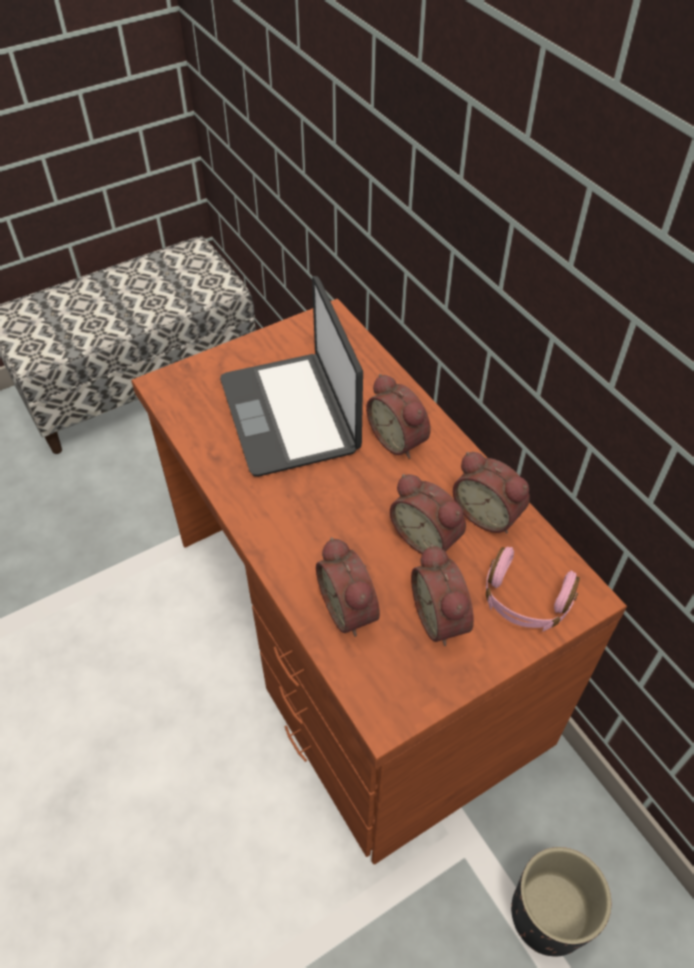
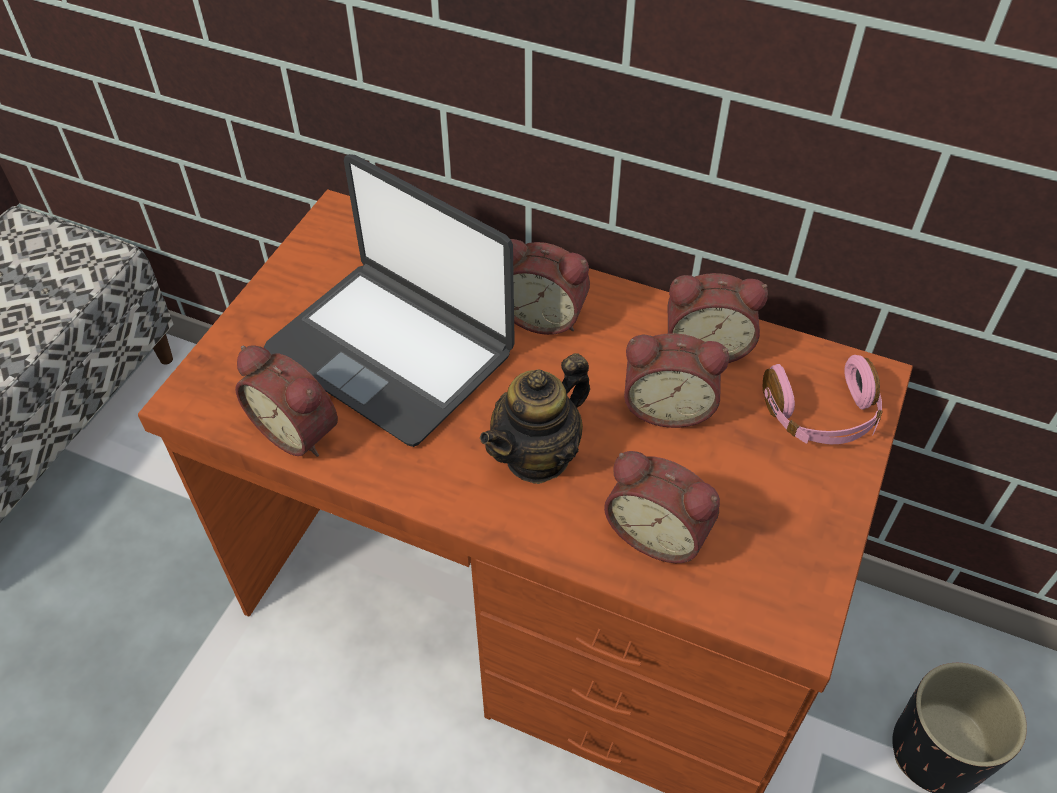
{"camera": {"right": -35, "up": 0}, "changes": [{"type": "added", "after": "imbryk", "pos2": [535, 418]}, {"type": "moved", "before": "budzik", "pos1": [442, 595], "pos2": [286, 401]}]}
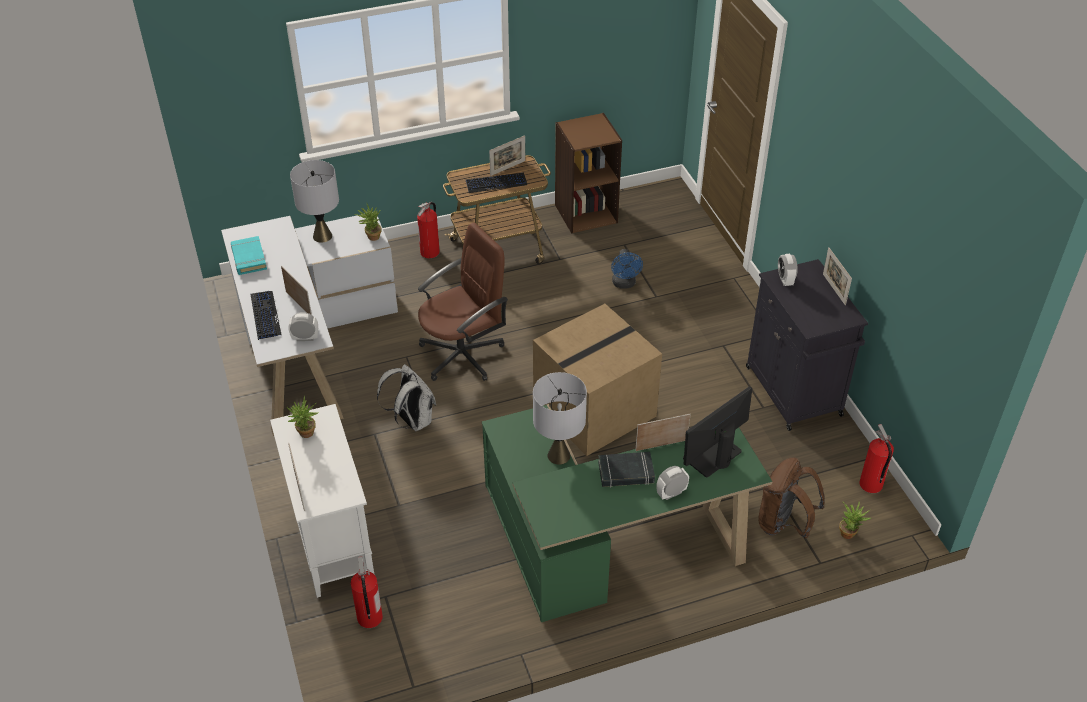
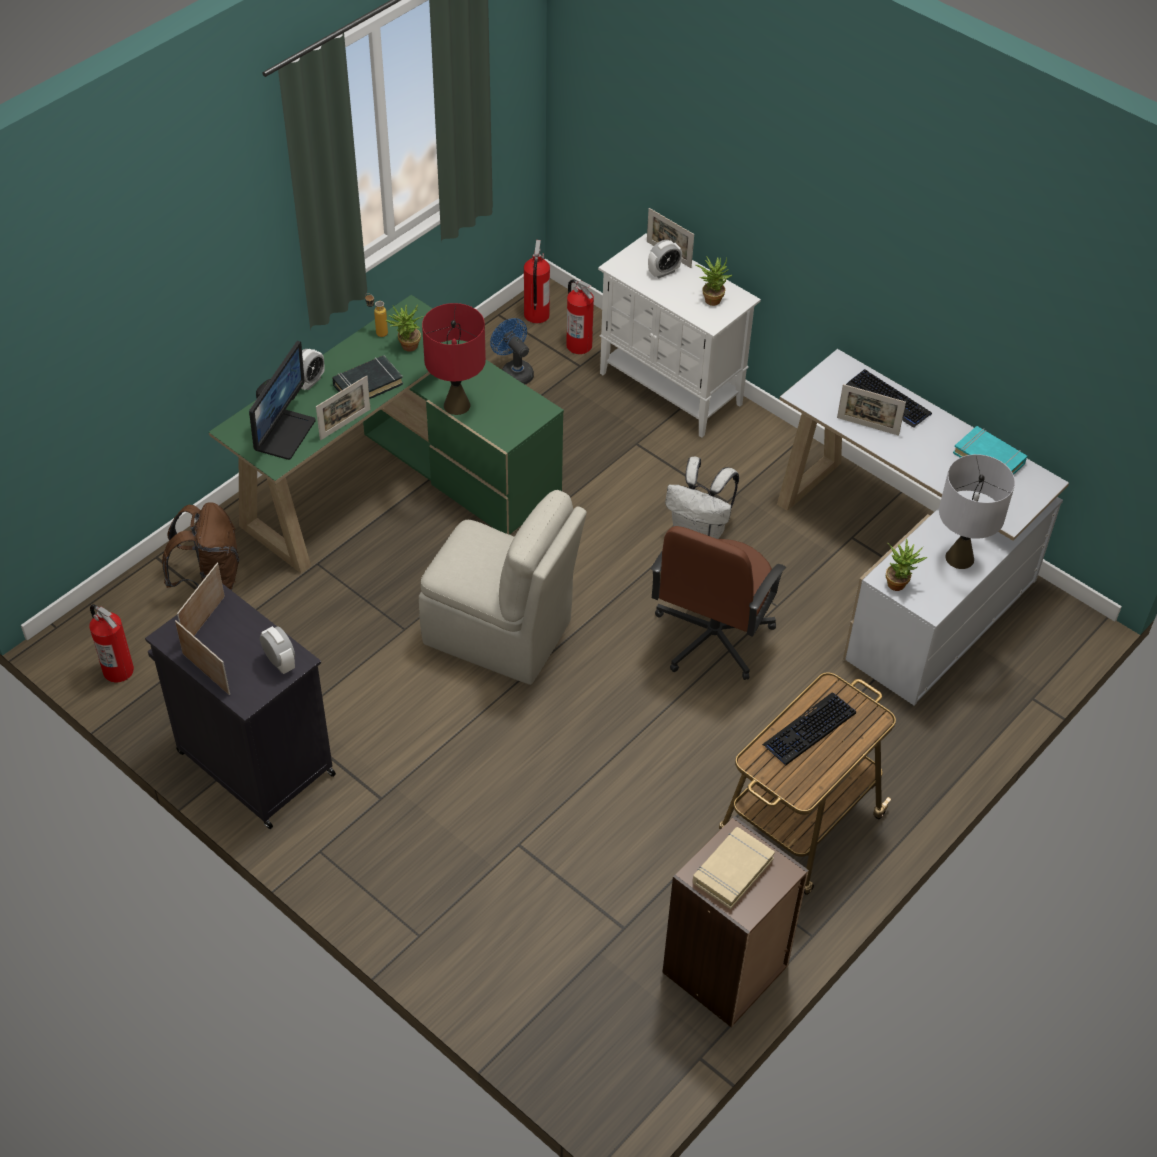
{"camera": {"right": 150, "up": 5}, "changes": [{"type": "added", "after": "butelka", "pos2": [376, 315]}, {"type": "added", "after": "książka [beżowy]", "pos2": [734, 868]}, {"type": "moved", "before": "budzik", "pos1": [303, 326], "pos2": [665, 259]}, {"type": "moved", "before": "gaśnica", "pos1": [428, 230], "pos2": [537, 281]}, {"type": "moved", "before": "ramka na zdjęcie", "pos1": [507, 155], "pos2": [201, 599]}, {"type": "moved", "before": "wentylator [niebieski]", "pos1": [627, 269], "pos2": [512, 351]}, {"type": "moved", "before": "roślina doniczkowa", "pos1": [855, 520], "pos2": [404, 328]}, {"type": "replaced", "before": "karton", "after": "krzesło [beżowy]", "pos1": [597, 380], "pos2": [503, 587]}, {"type": "recoloured", "before": "lampa stołowa [szary]", "after": "lampa stołowa [czerwony]", "pos1": [560, 418], "pos2": [454, 359]}]}
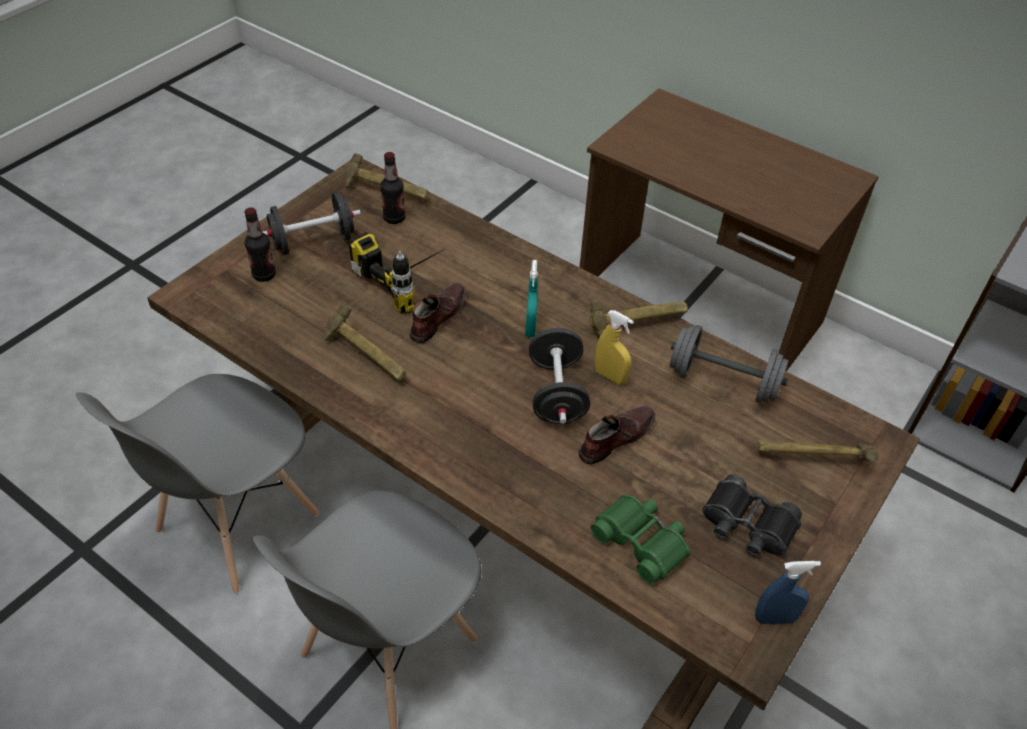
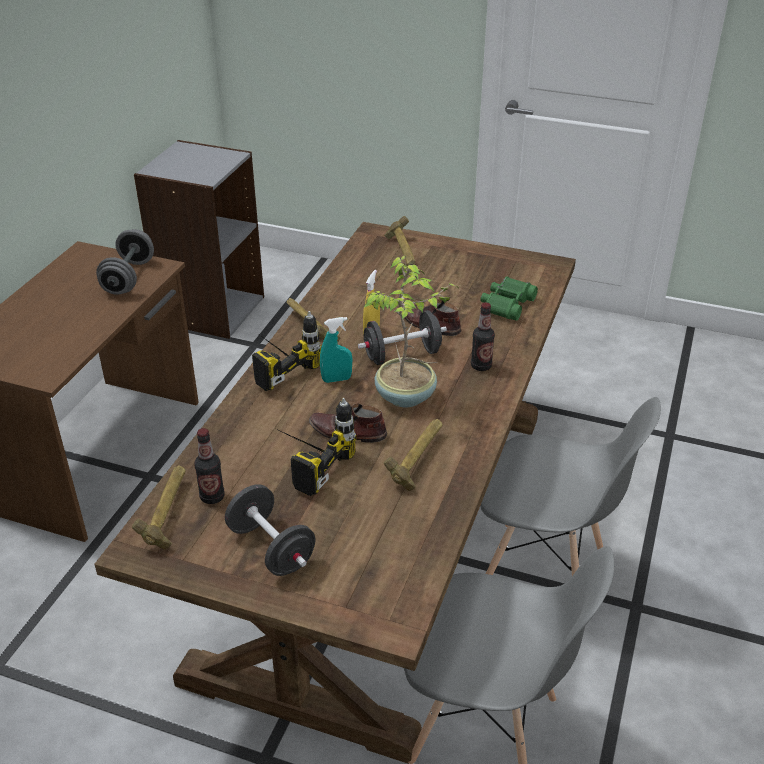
{"camera": {"right": -105, "up": -10}, "changes": [{"type": "removed", "before": "lornetka [czarny]", "pos1": [752, 515]}, {"type": "removed", "before": "spryskiwacz [niebieski]", "pos1": [788, 592]}, {"type": "added", "after": "wiertarka", "pos2": [286, 351]}, {"type": "added", "after": "roślina doniczkowa", "pos2": [410, 331]}, {"type": "moved", "before": "butelka", "pos1": [260, 244], "pos2": [483, 336]}, {"type": "moved", "before": "hantel [szary]", "pos1": [729, 364], "pos2": [125, 262]}]}
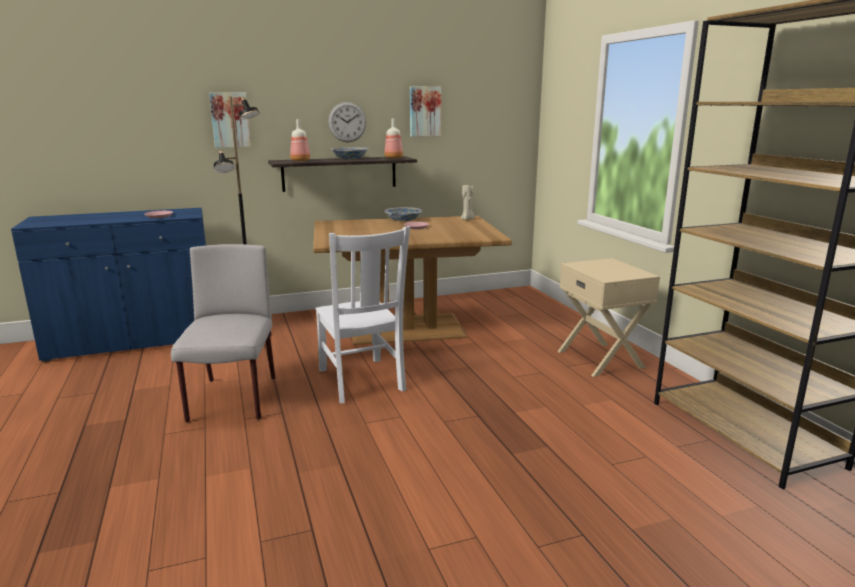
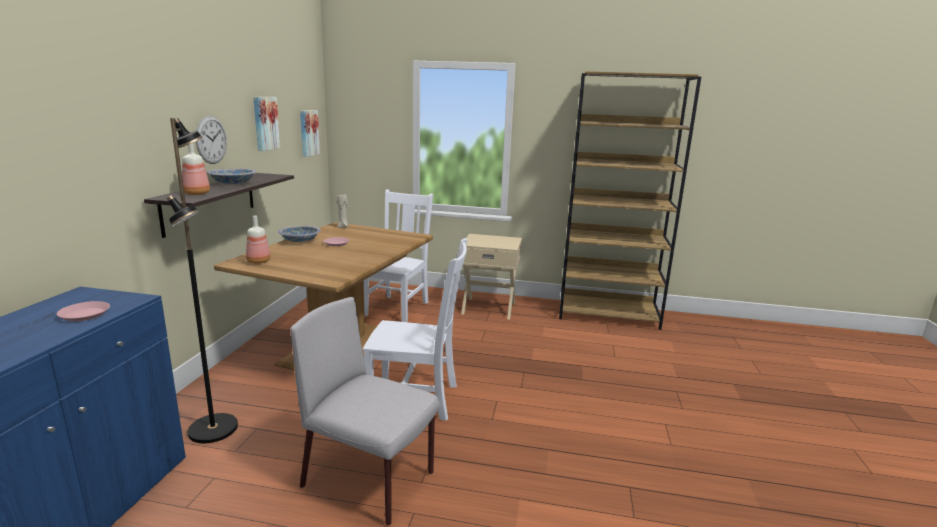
{"camera": {"right": -60, "up": 0}, "changes": [{"type": "added", "after": "krzesło [biały]", "pos2": [398, 255]}, {"type": "moved", "before": "obraz", "pos1": [230, 120], "pos2": [310, 133]}, {"type": "moved", "before": "butelka", "pos1": [393, 138], "pos2": [258, 239]}]}
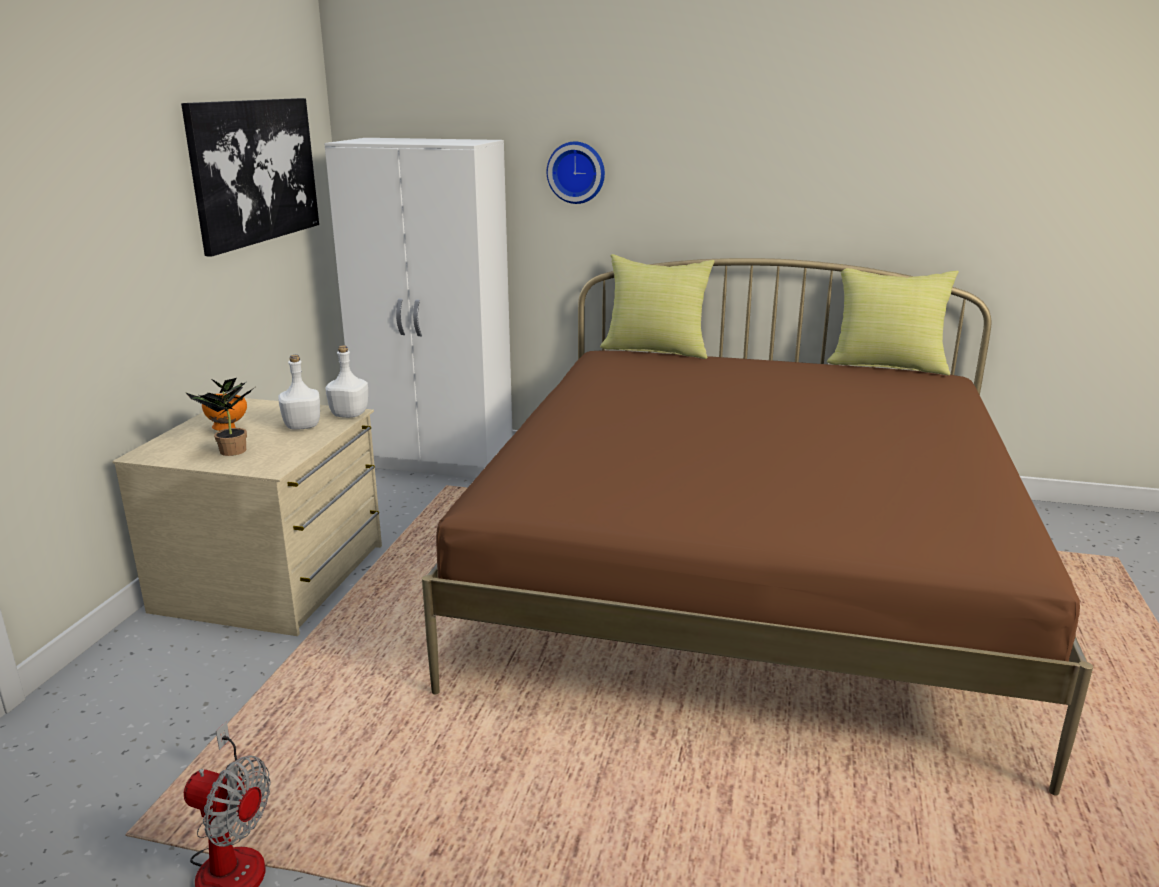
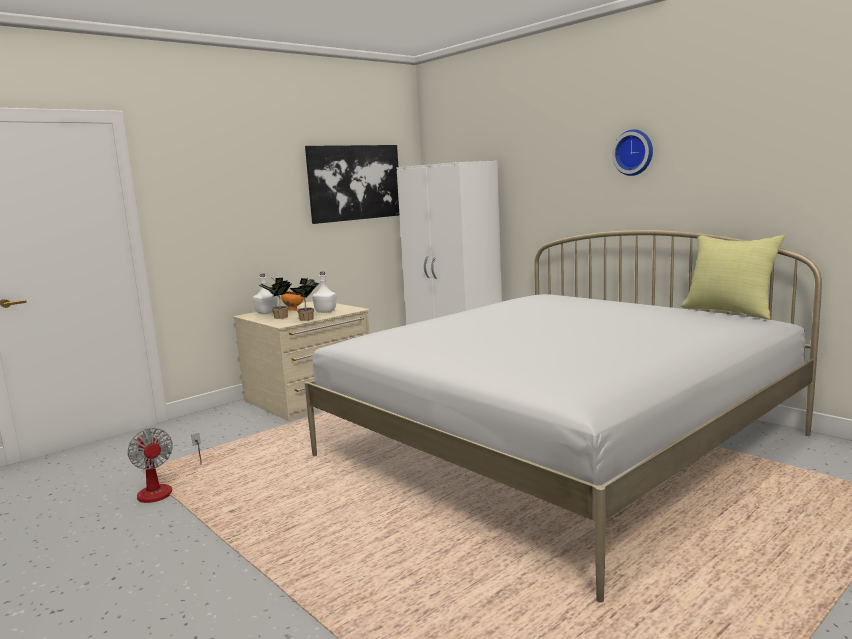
{"camera": {"right": 35, "up": -10}, "changes": [{"type": "removed", "before": "poduszka [żółty]", "pos1": [657, 306]}, {"type": "added", "after": "roślina doniczkowa", "pos2": [303, 299]}, {"type": "moved", "before": "butelka [biały]", "pos1": [347, 381], "pos2": [265, 294]}, {"type": "moved", "before": "zegar ścienny", "pos1": [576, 173], "pos2": [632, 152]}, {"type": "recoloured", "before": "łóżko [brązowy]", "after": "łóżko [biały]", "pos1": [757, 527], "pos2": [563, 416]}]}
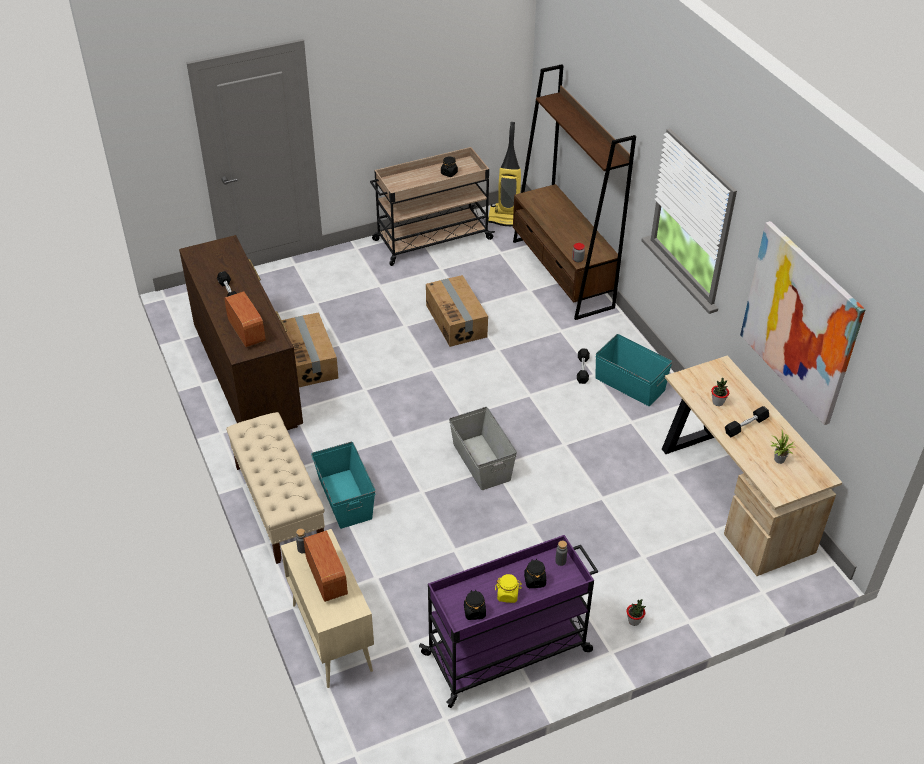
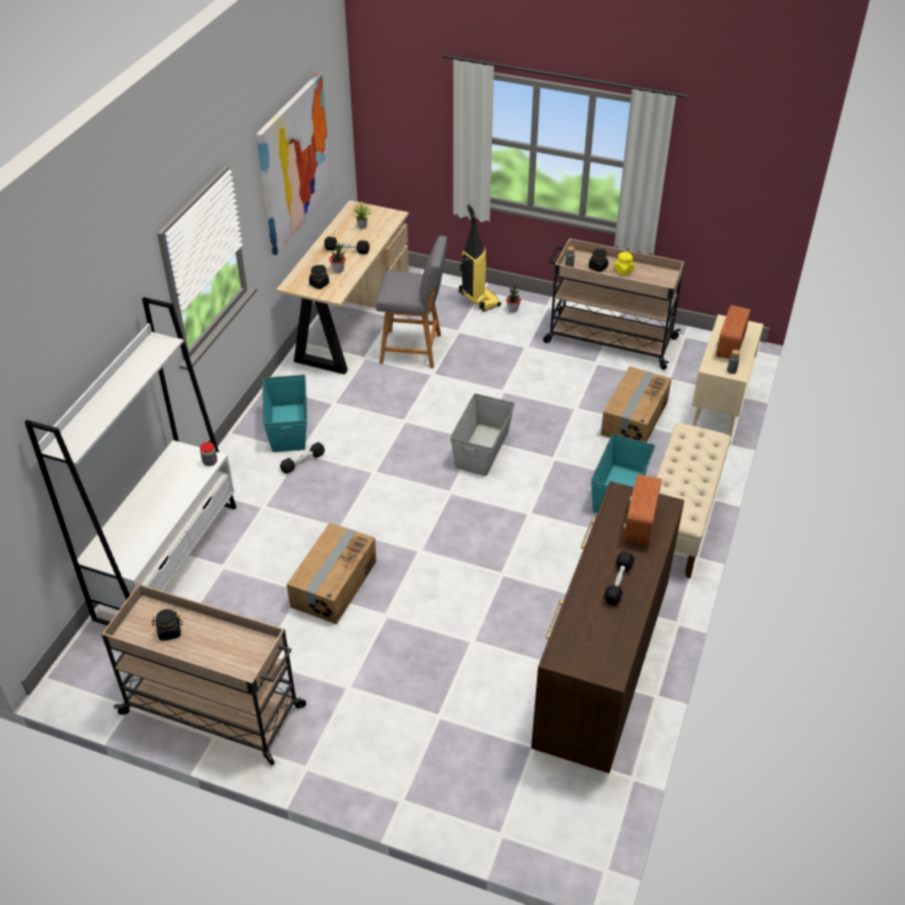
{"camera": {"right": -135, "up": 0}, "changes": [{"type": "added", "after": "stołek [szary]", "pos2": [411, 302]}, {"type": "moved", "before": "karton", "pos1": [310, 349], "pos2": [636, 404]}, {"type": "moved", "before": "słoik [czarny]", "pos1": [475, 605], "pos2": [319, 277]}, {"type": "moved", "before": "odkurzacz", "pos1": [504, 174], "pos2": [480, 258]}, {"type": "recoloured", "before": "wózek [fioletowy]", "after": "wózek [beżowy]", "pos1": [508, 621], "pos2": [614, 304]}, {"type": "recoloured", "before": "regał [brązowy]", "after": "regał [biały]", "pos1": [574, 192], "pos2": [130, 461]}]}
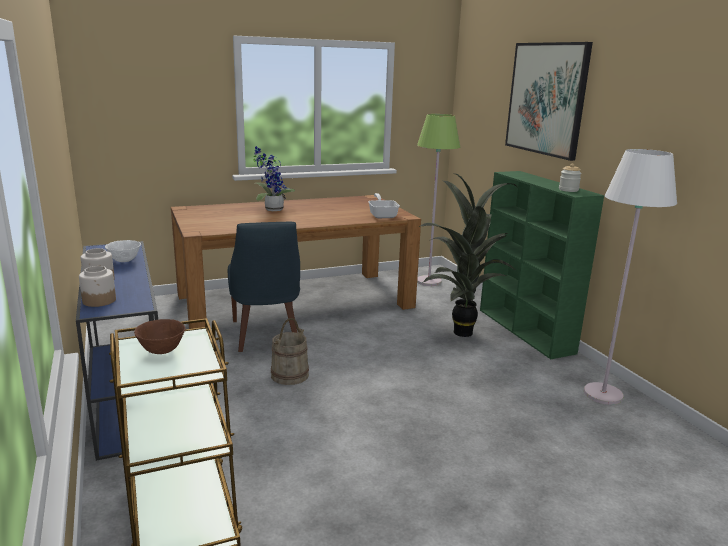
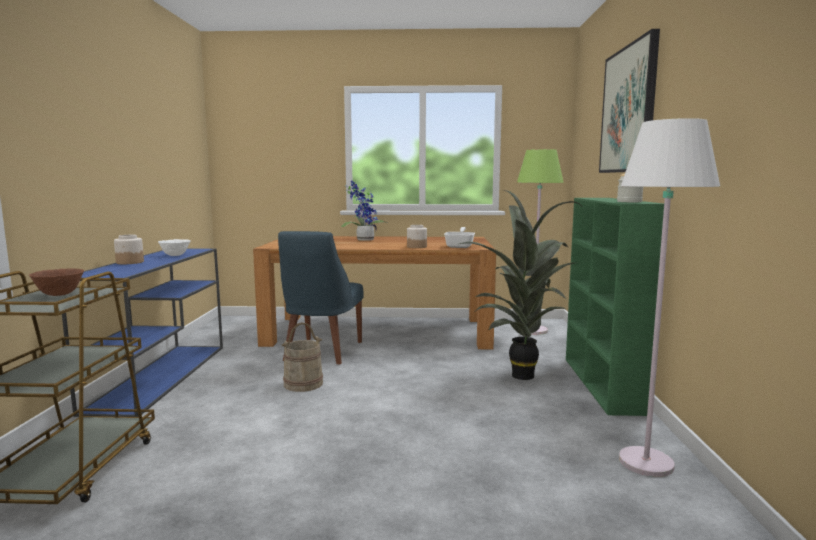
{"camera": {"right": 25, "up": -10}, "changes": [{"type": "moved", "before": "słoik", "pos1": [97, 286], "pos2": [417, 236]}]}
